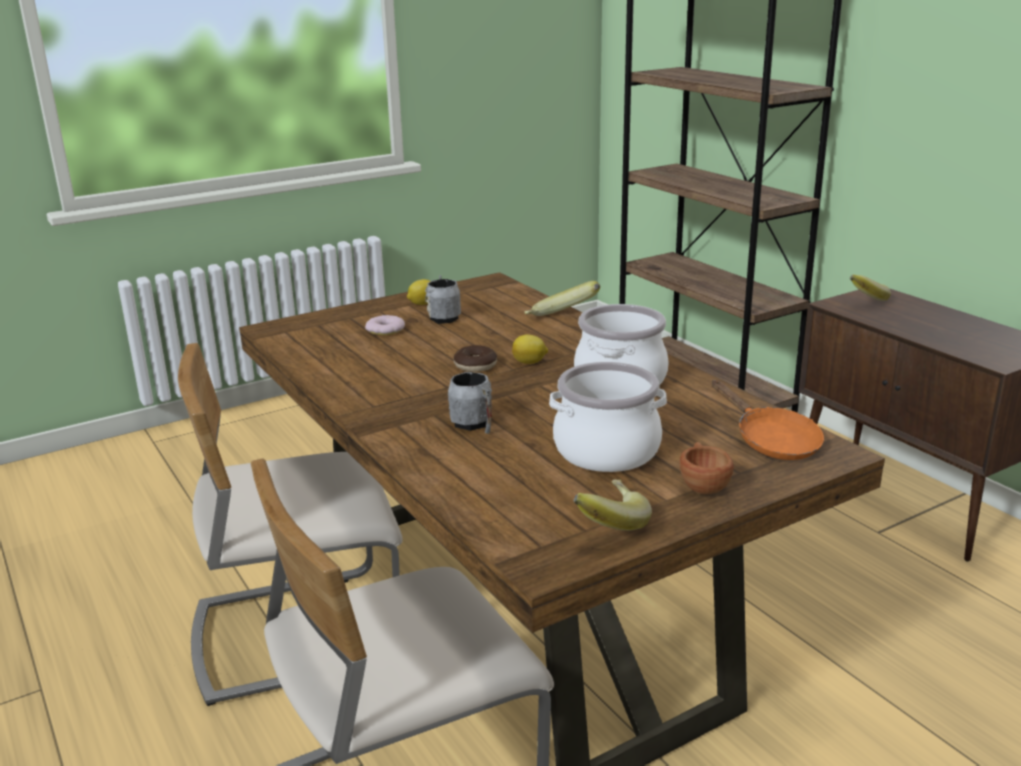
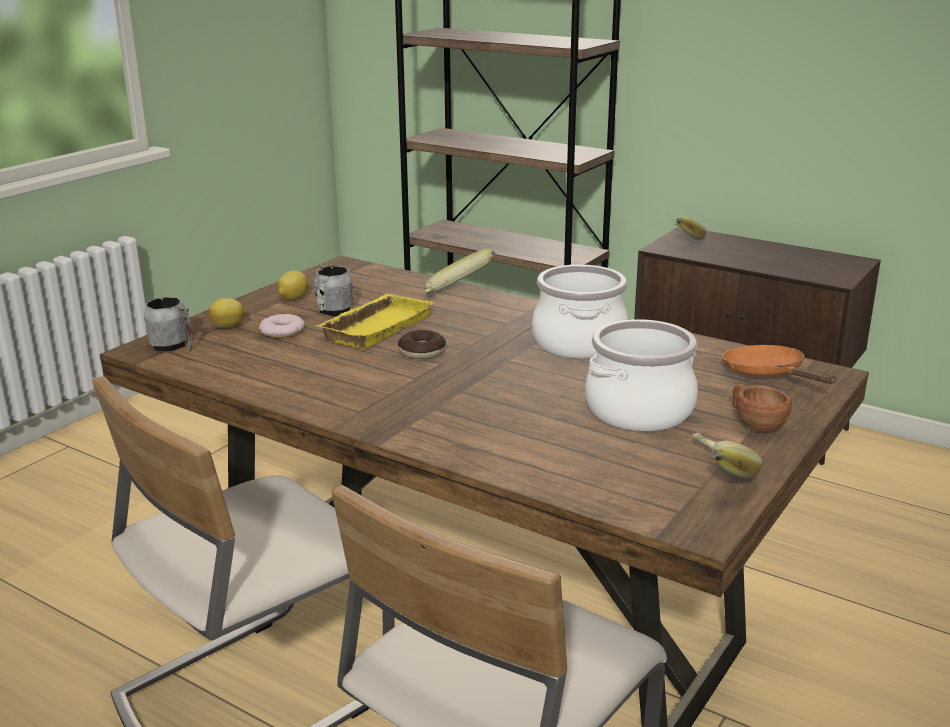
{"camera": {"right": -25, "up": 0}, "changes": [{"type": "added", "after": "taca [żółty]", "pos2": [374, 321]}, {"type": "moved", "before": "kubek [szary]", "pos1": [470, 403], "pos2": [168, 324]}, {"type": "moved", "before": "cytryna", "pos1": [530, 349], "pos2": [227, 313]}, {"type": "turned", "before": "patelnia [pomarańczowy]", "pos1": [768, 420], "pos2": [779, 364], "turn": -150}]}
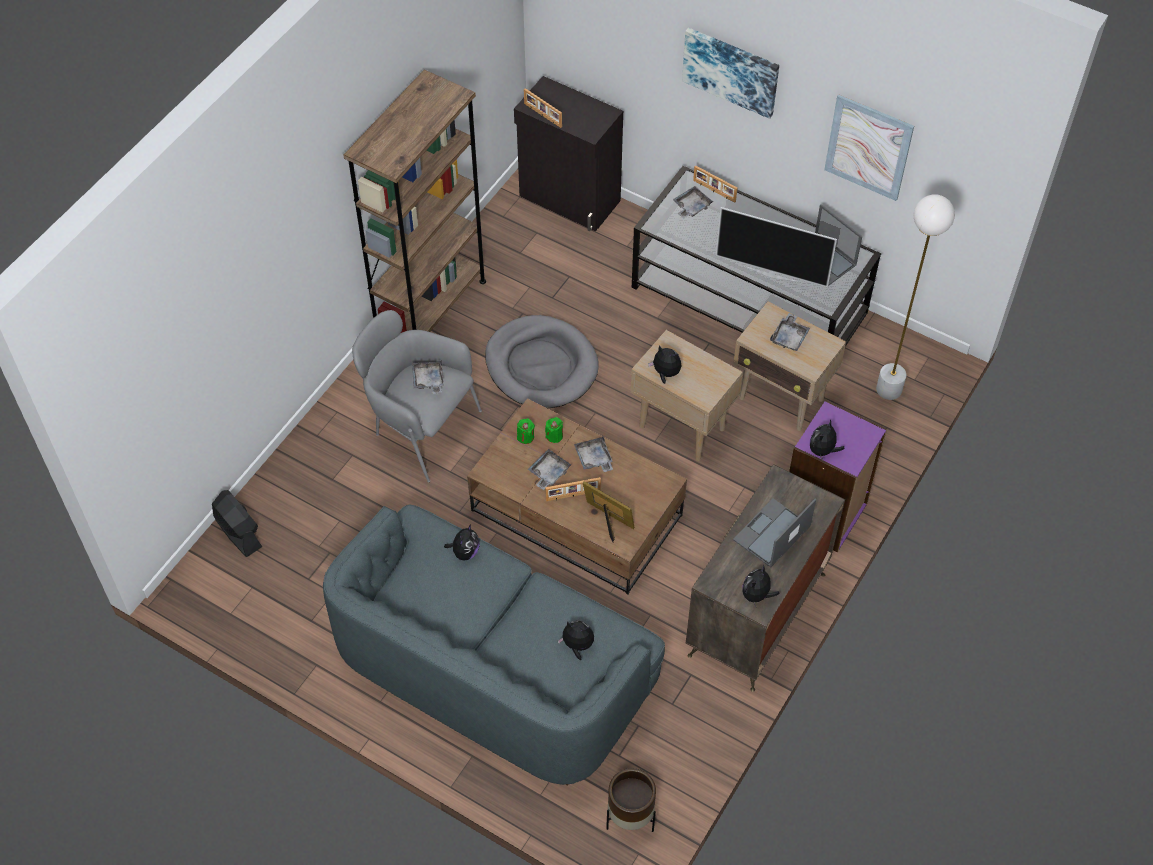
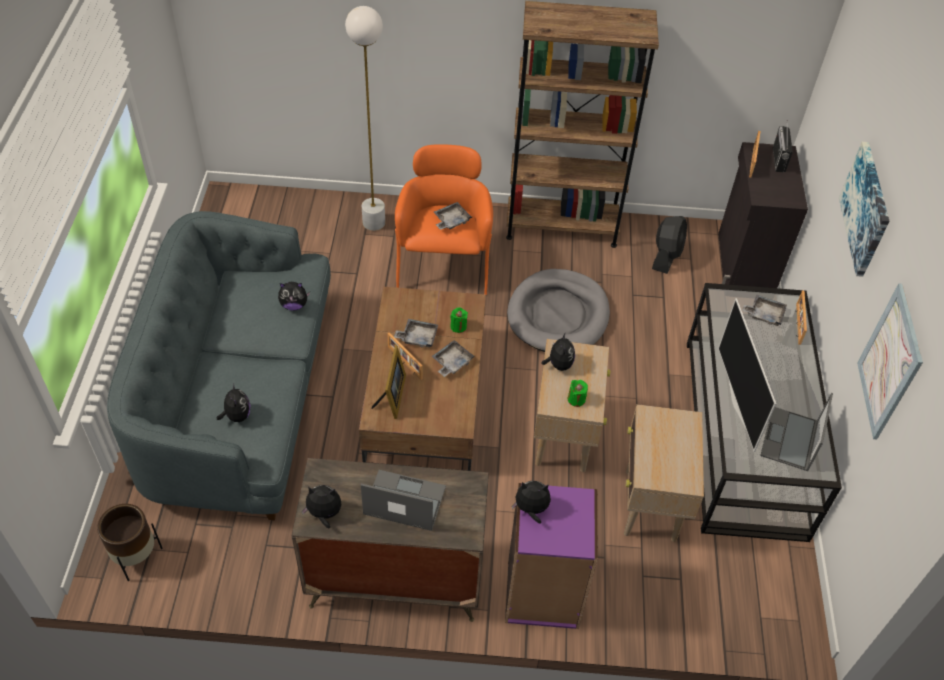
{"camera": {"right": 60, "up": -5}, "changes": [{"type": "removed", "before": "taca [szary]", "pos1": [790, 332]}, {"type": "added", "after": "radio", "pos2": [783, 146]}, {"type": "moved", "before": "wentylator [czarny]", "pos1": [237, 523], "pos2": [669, 245]}, {"type": "moved", "before": "świeca [zielony]", "pos1": [526, 431], "pos2": [578, 393]}, {"type": "moved", "before": "lampa stojąca [biały]", "pos1": [915, 297], "pos2": [365, 118]}, {"type": "recoloured", "before": "fotel [szary]", "after": "fotel [pomarańczowy]", "pos1": [417, 396], "pos2": [444, 219]}]}
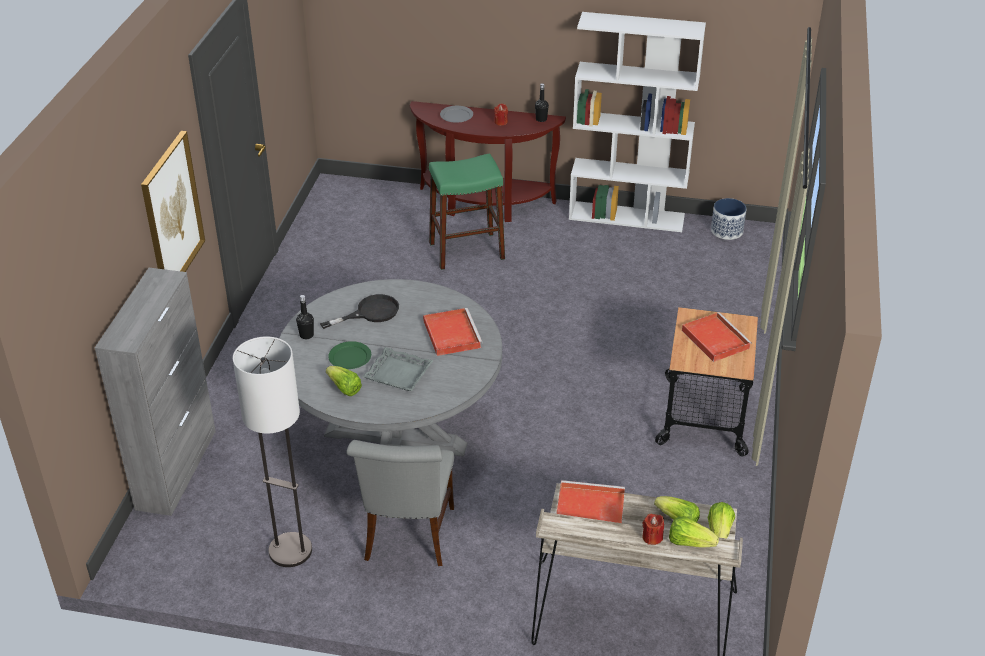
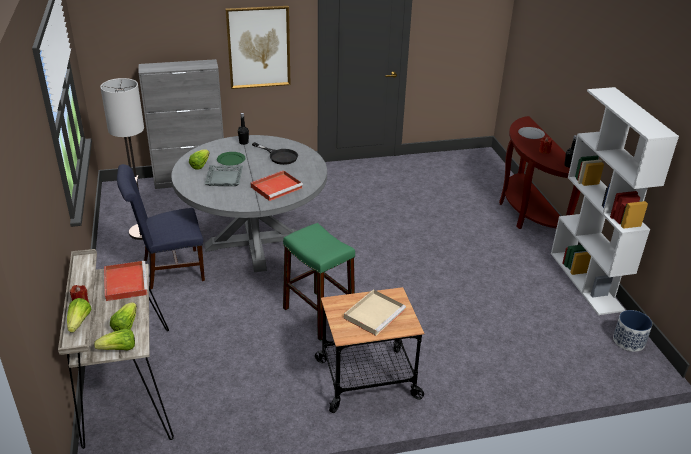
{"camera": {"right": 65, "up": -5}, "changes": [{"type": "moved", "before": "stołek [zielony]", "pos1": [467, 211], "pos2": [319, 282]}, {"type": "recoloured", "before": "krzesło [szary]", "after": "krzesło [niebieski]", "pos1": [400, 503], "pos2": [161, 226]}, {"type": "recoloured", "before": "taca [czerwony]", "after": "taca [beżowy]", "pos1": [717, 337], "pos2": [375, 312]}]}
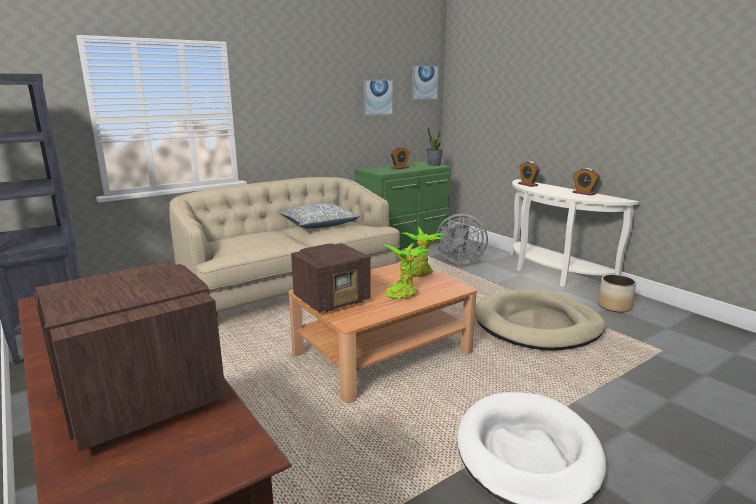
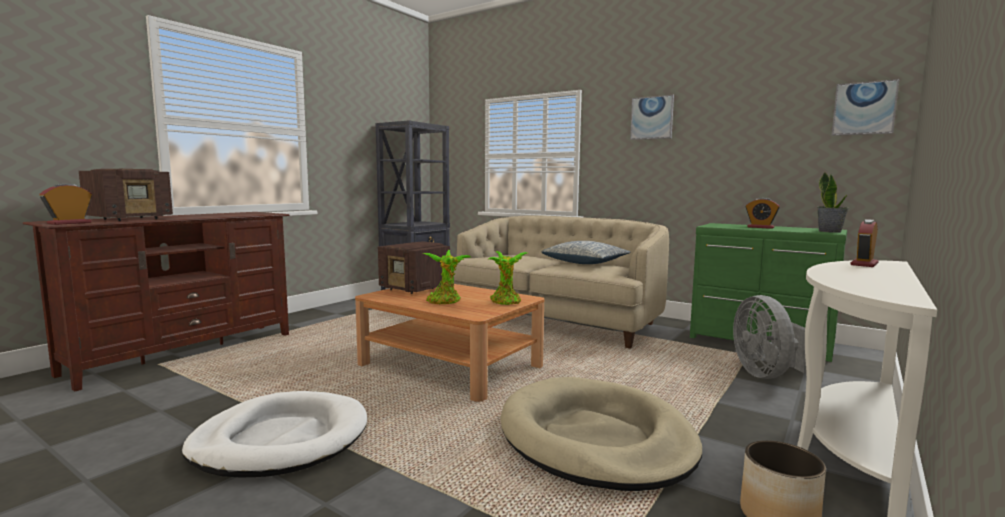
{"camera": {"right": 70, "up": -10}, "changes": [{"type": "moved", "before": "obraz", "pos1": [378, 98], "pos2": [652, 117]}, {"type": "moved", "before": "budzik", "pos1": [586, 182], "pos2": [65, 204]}]}
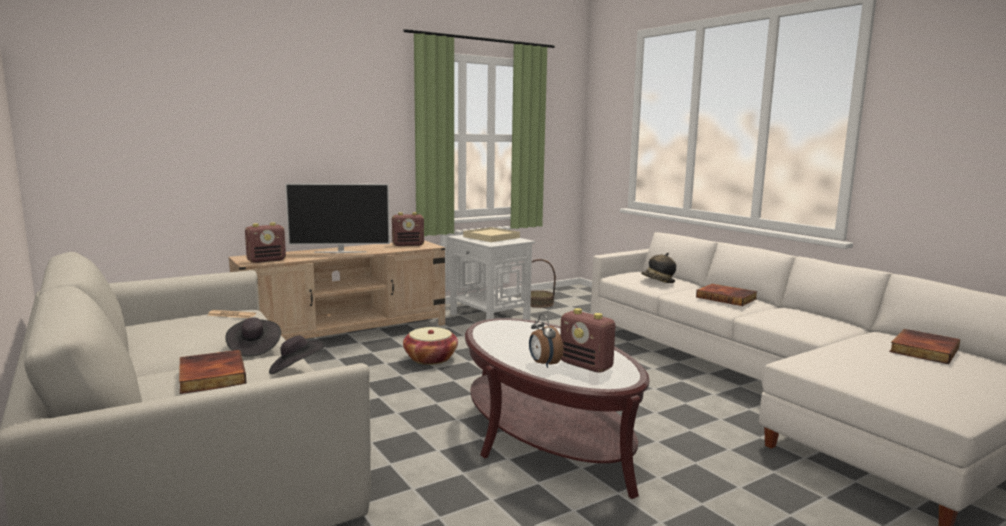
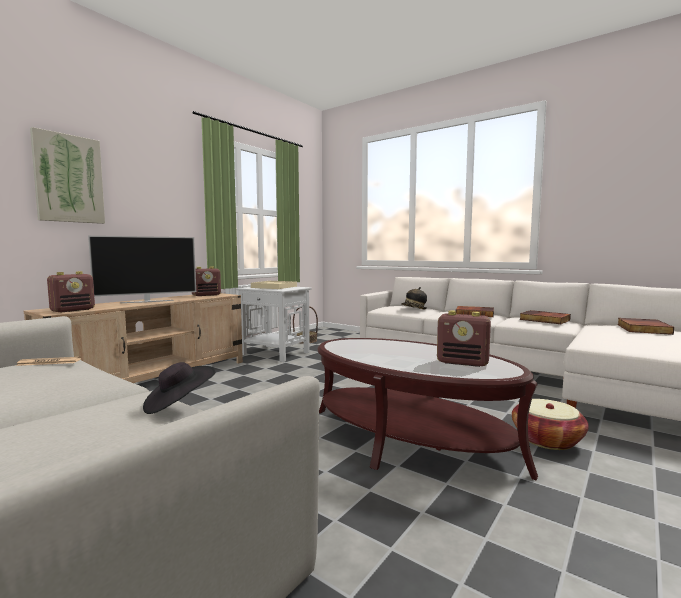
{"camera": {"right": -20, "up": -5}, "changes": [{"type": "removed", "before": "kapelusz [czarny]", "pos1": [253, 337]}, {"type": "removed", "before": "budzik", "pos1": [546, 341]}, {"type": "added", "after": "obraz", "pos2": [67, 175]}, {"type": "moved", "before": "książka", "pos1": [212, 372], "pos2": [545, 317]}, {"type": "moved", "before": "koszyk", "pos1": [430, 346], "pos2": [550, 424]}]}
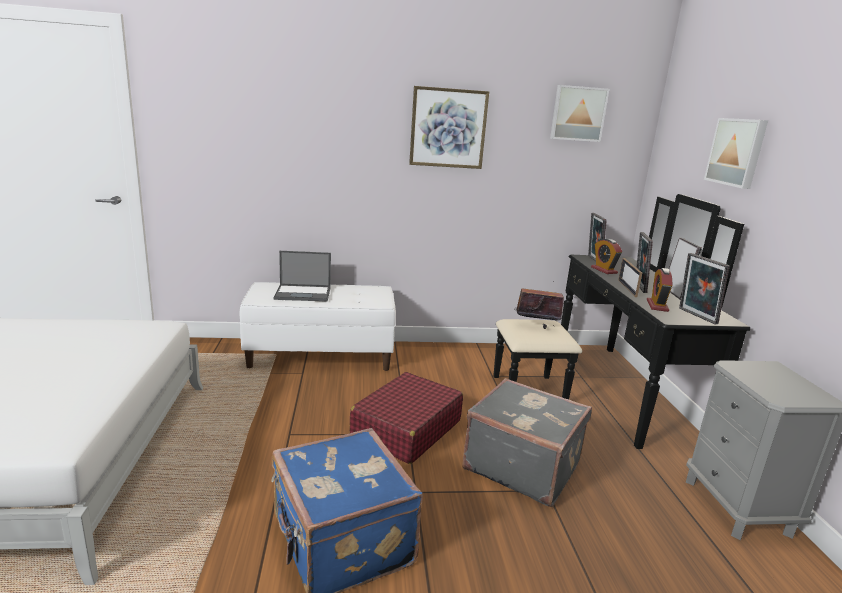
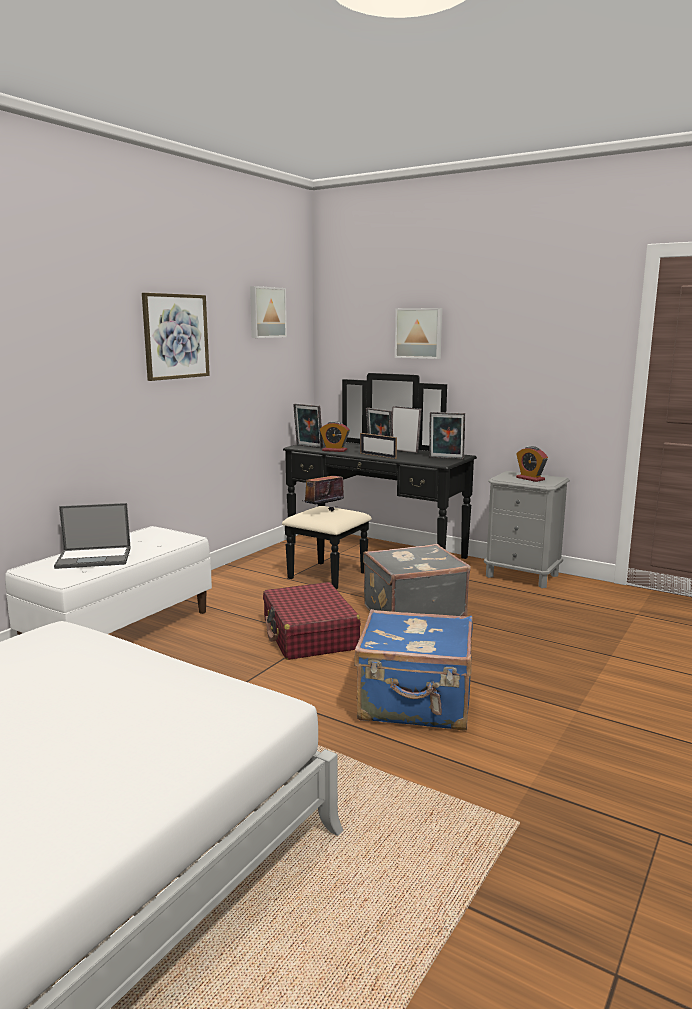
{"camera": {"right": -50, "up": -5}, "changes": [{"type": "moved", "before": "budzik", "pos1": [659, 290], "pos2": [532, 464]}, {"type": "turned", "before": "laptop", "pos1": [302, 276], "pos2": [92, 536], "turn": 45}]}
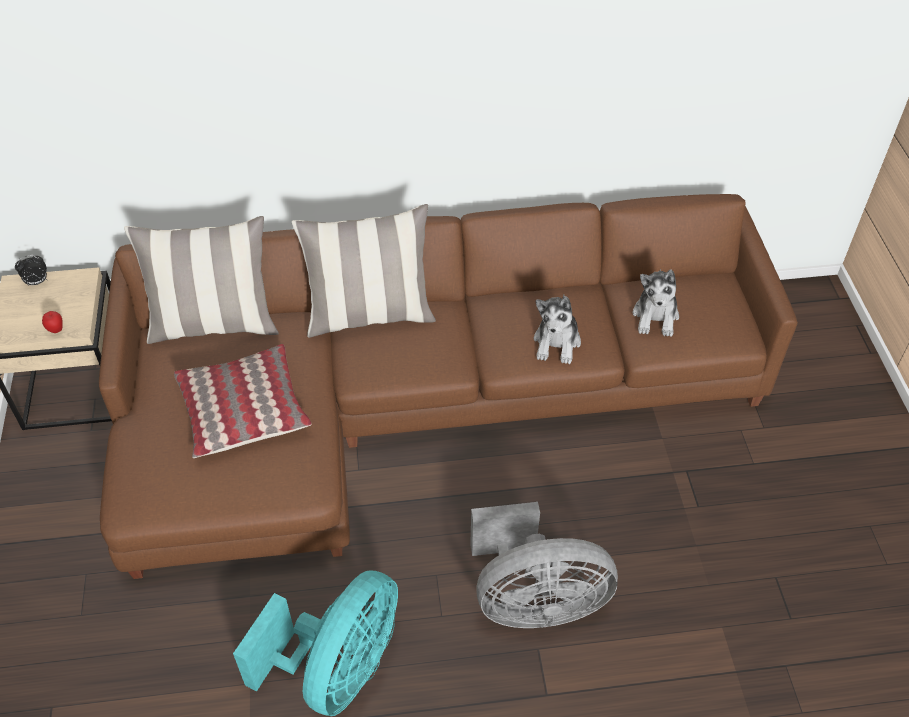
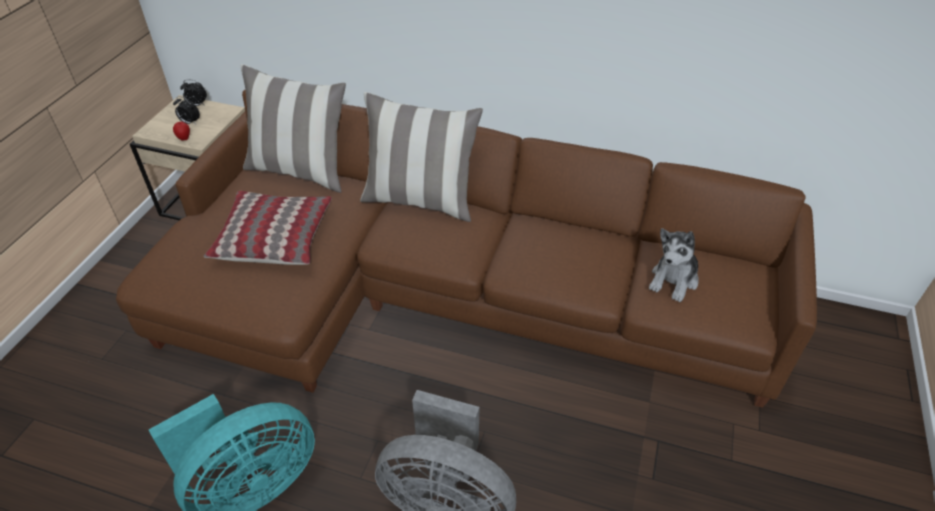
{"camera": {"right": 25, "up": -5}, "changes": [{"type": "removed", "before": "pluszak", "pos1": [557, 329]}, {"type": "added", "after": "budzik", "pos2": [186, 110]}]}
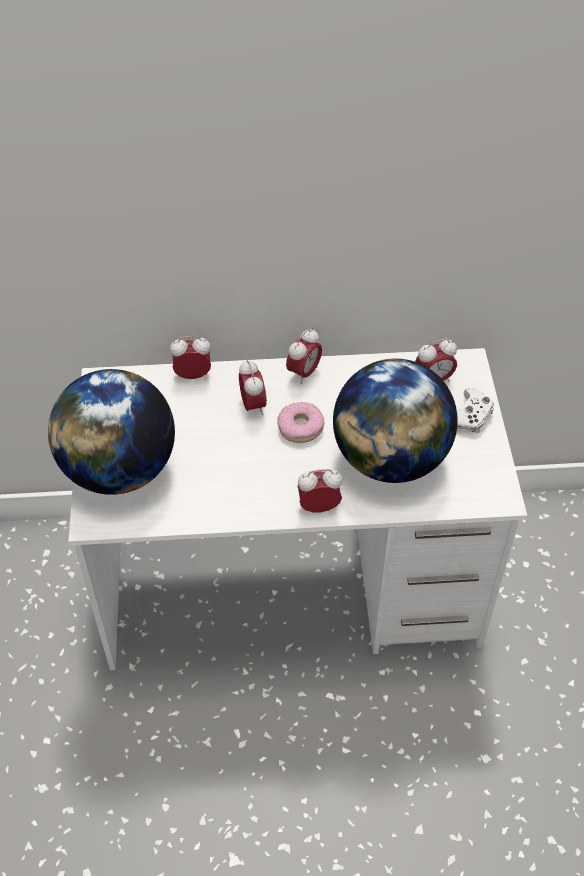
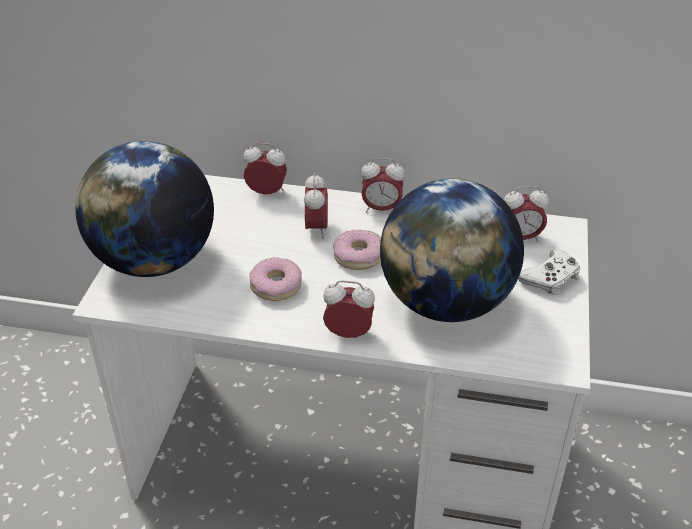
{"camera": {"right": 15, "up": -10}, "changes": [{"type": "added", "after": "donut", "pos2": [275, 279]}, {"type": "turned", "before": "budzik", "pos1": [304, 356], "pos2": [383, 185], "turn": 45}]}
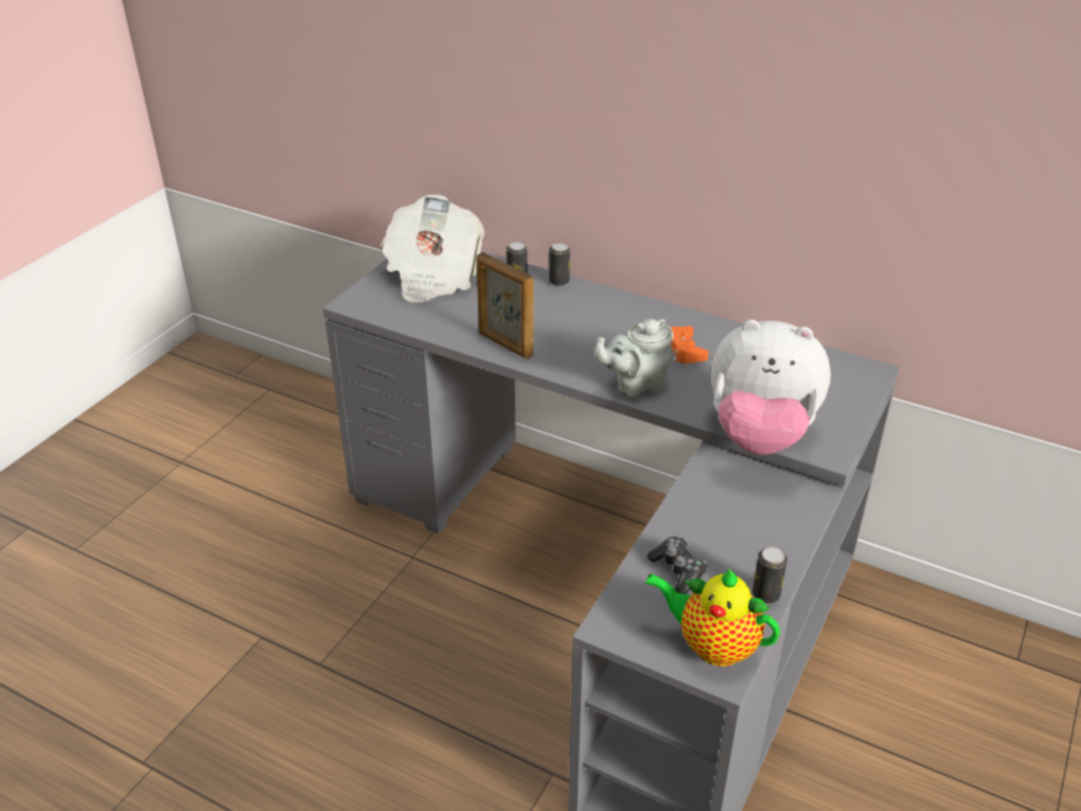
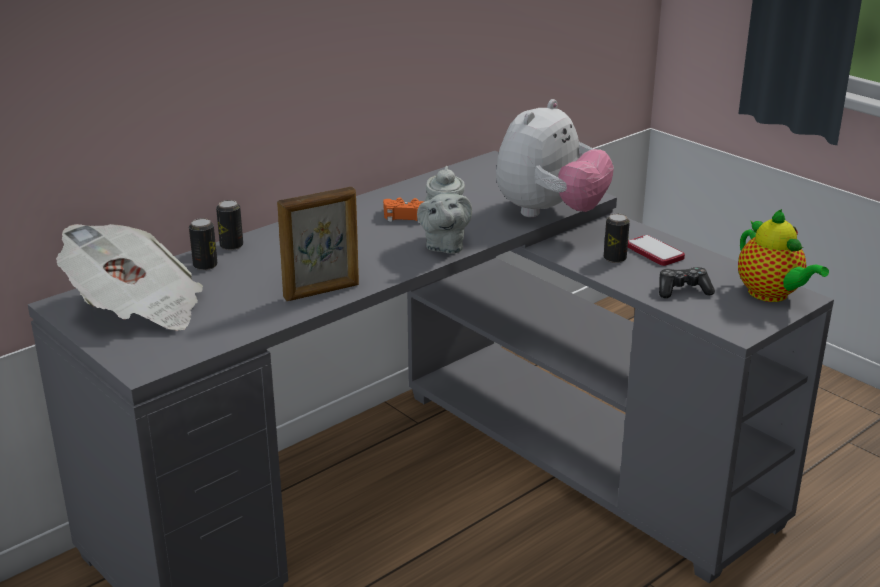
{"camera": {"right": -70, "up": -10}, "changes": [{"type": "added", "after": "telefon", "pos2": [656, 250]}, {"type": "moved", "before": "puszka", "pos1": [769, 575], "pos2": [617, 238]}, {"type": "turned", "before": "imbryk", "pos1": [712, 617], "pos2": [783, 255], "turn": -75}]}
